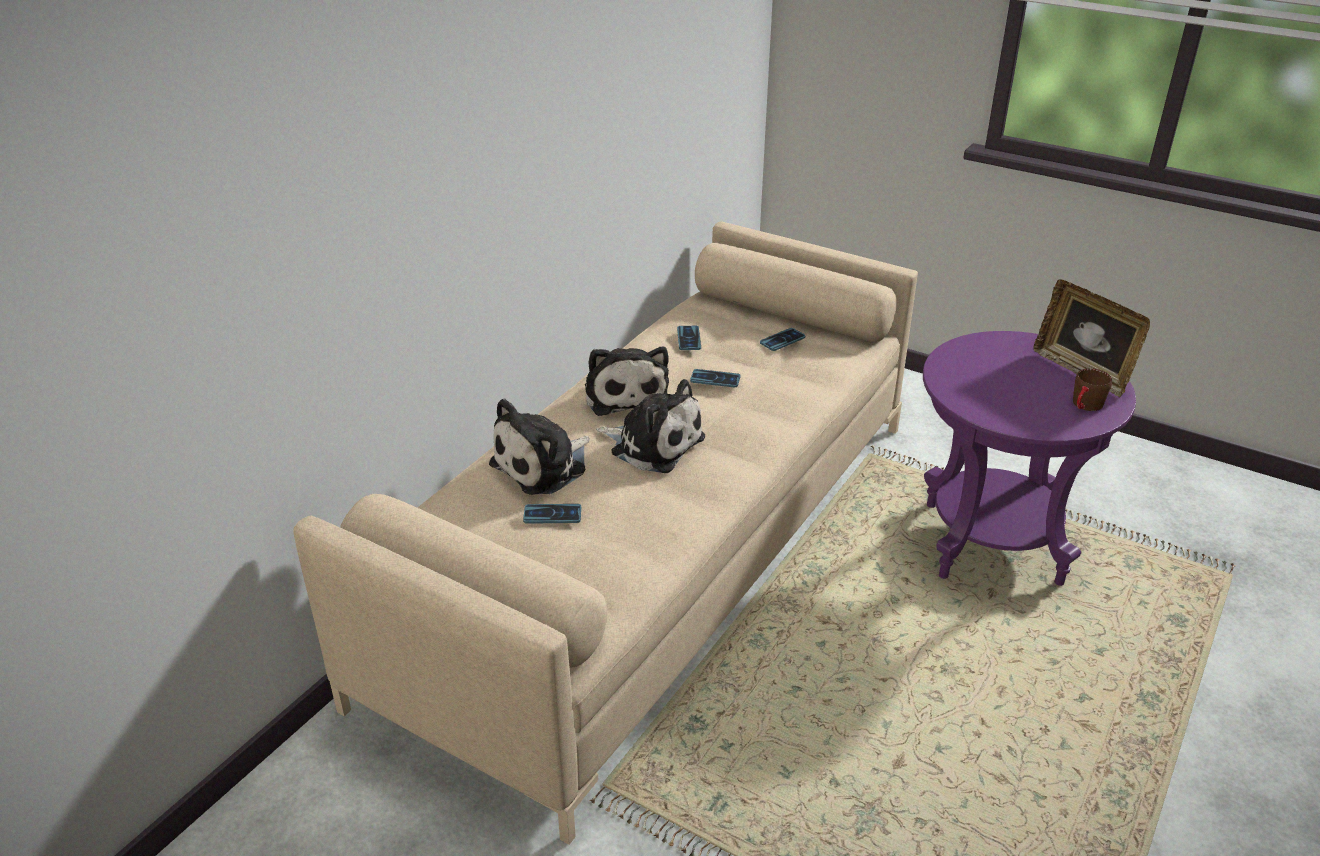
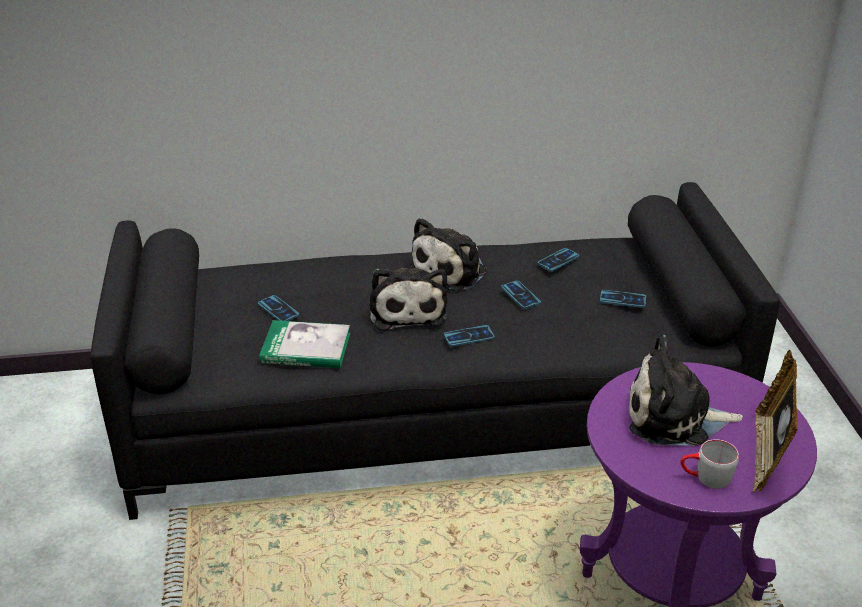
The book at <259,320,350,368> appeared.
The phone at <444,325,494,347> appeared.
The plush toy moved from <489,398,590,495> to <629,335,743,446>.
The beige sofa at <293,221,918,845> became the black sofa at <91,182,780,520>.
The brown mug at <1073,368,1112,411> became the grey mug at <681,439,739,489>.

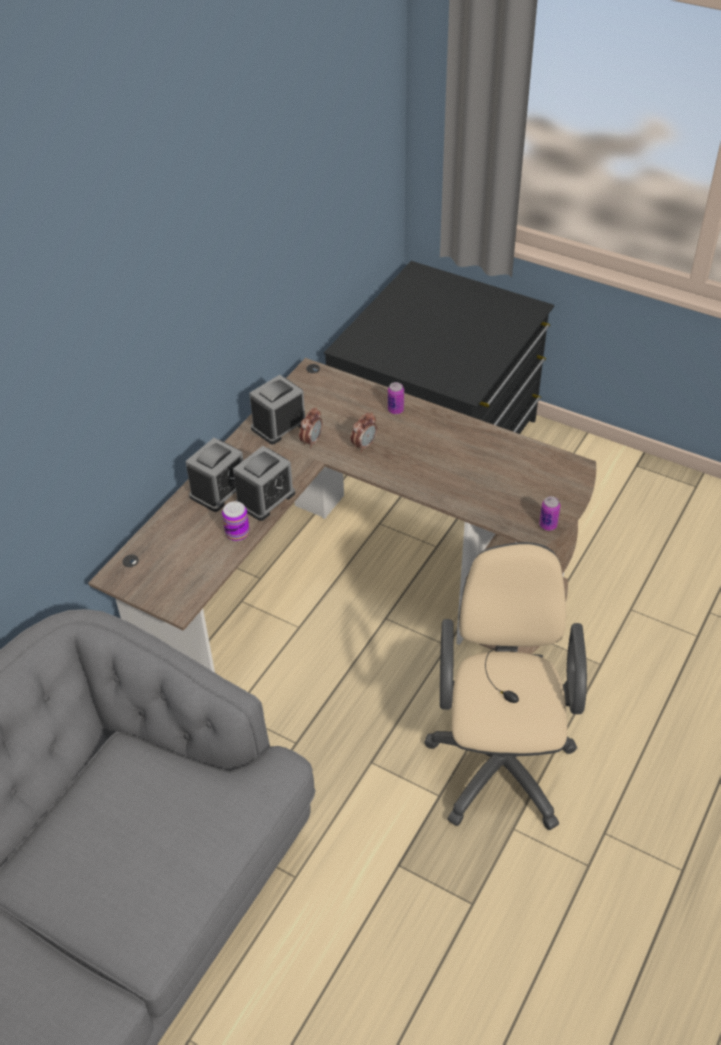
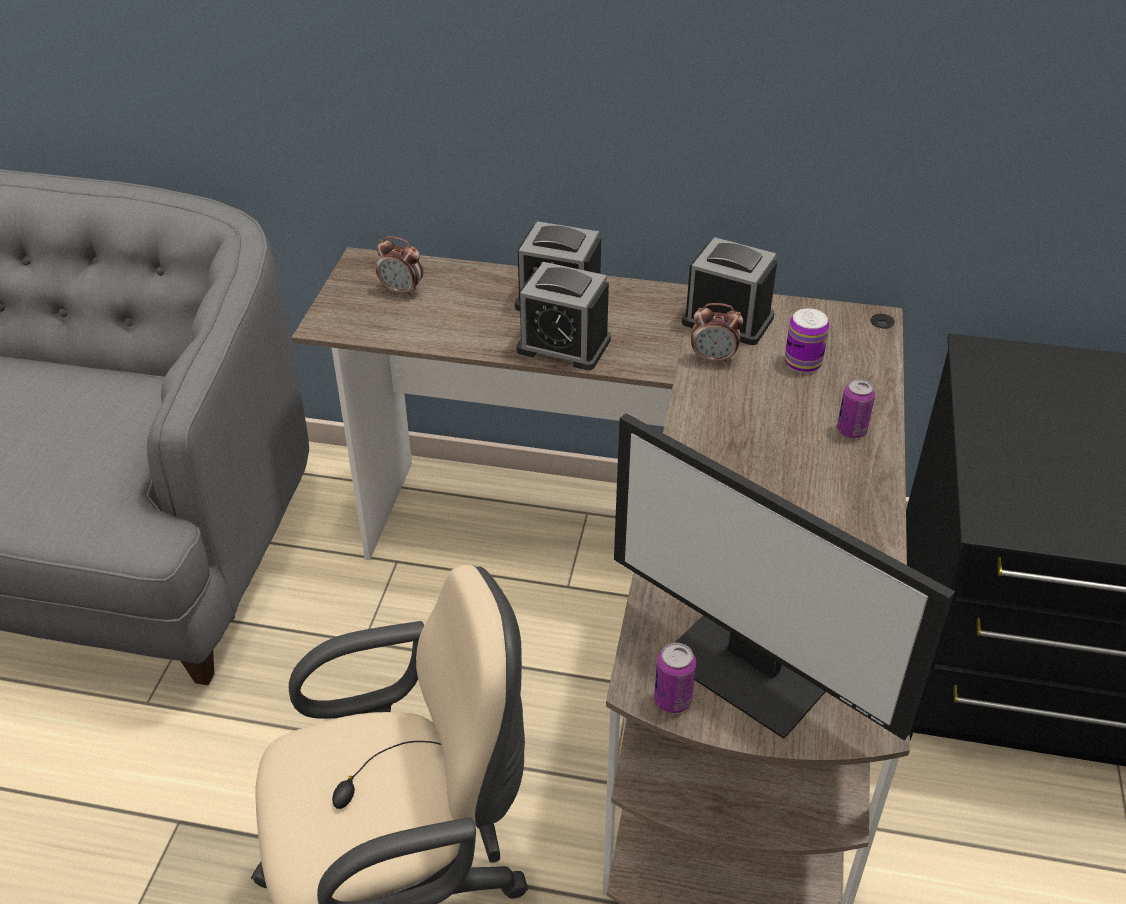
The monitor at <614,413,955,741> appeared.
The can moved from <222,501,249,541> to <785,308,829,373>.
The alarm clock moved from <351,413,377,452> to <376,236,423,297>.

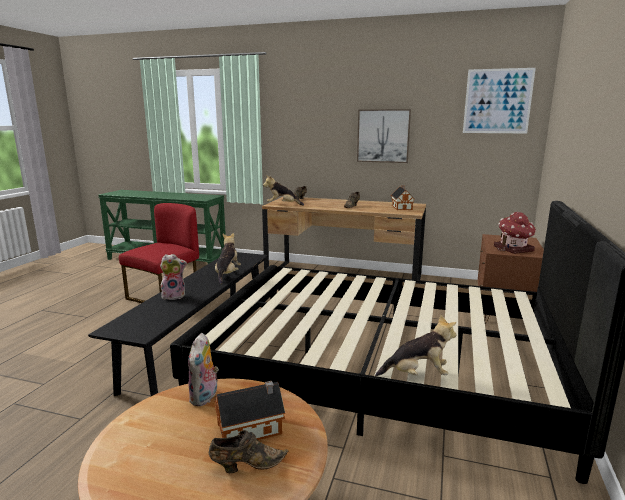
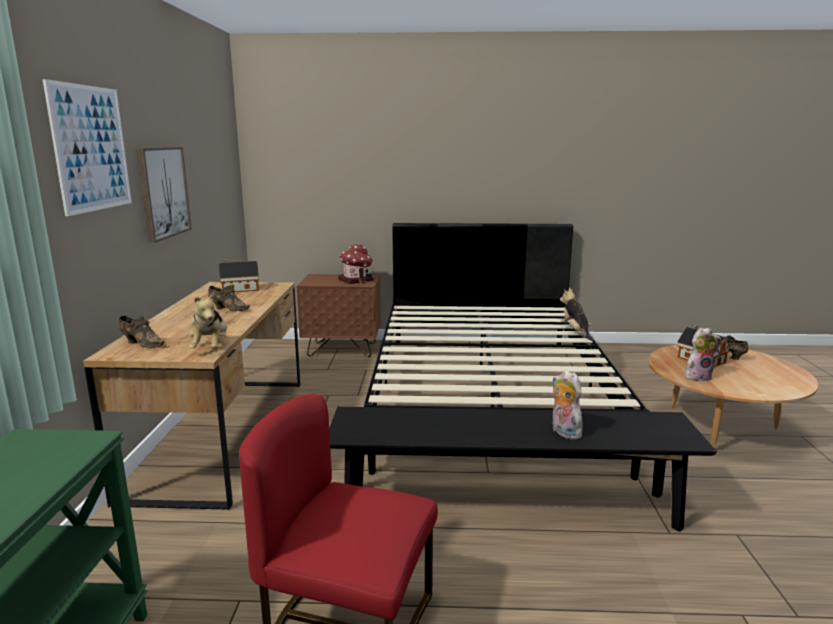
The plush toy at <215,233,241,284> disappeared.
The picture moved from <463,68,536,134> to <42,79,132,216>.

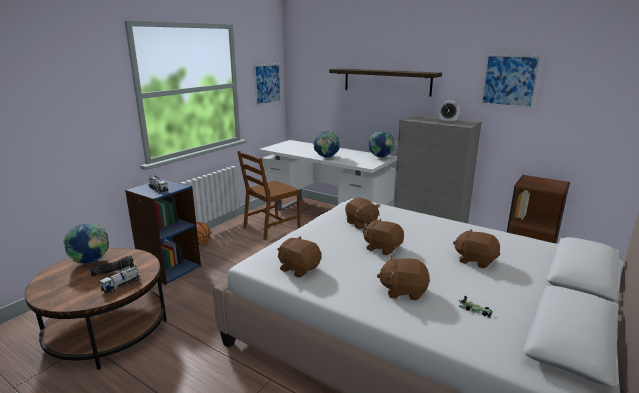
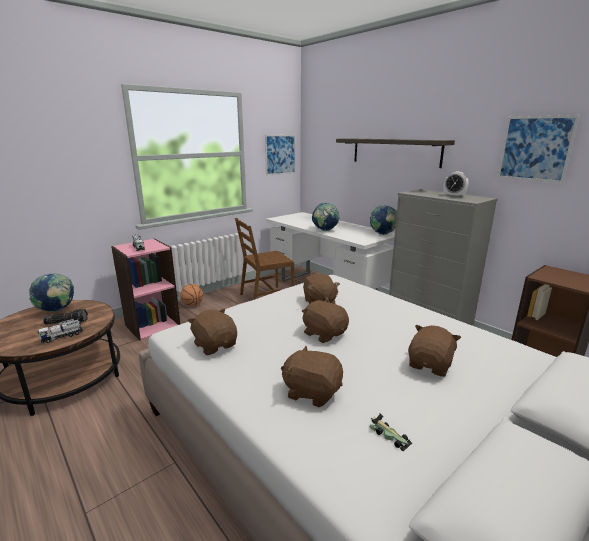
The blue bookcase at <125,178,201,285> became the pink bookcase at <111,238,180,341>.
The brown plush toy at <453,229,500,268> turned 75 degrees clockwise.

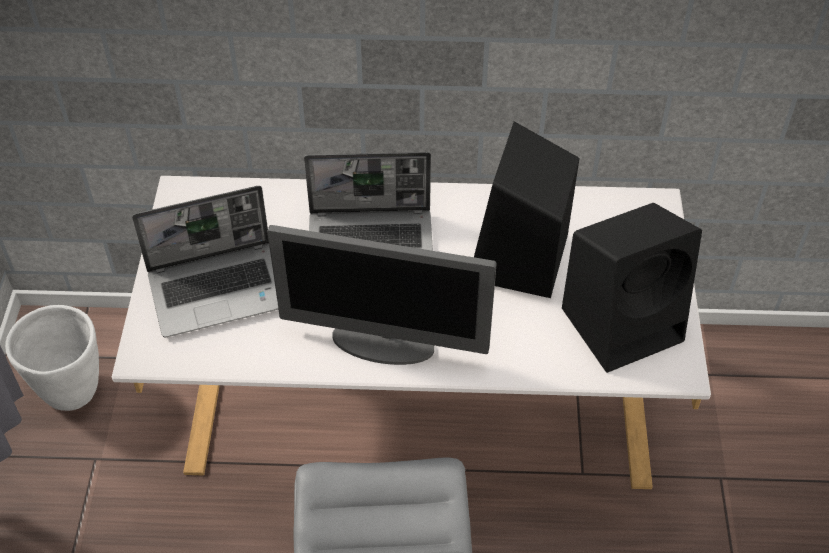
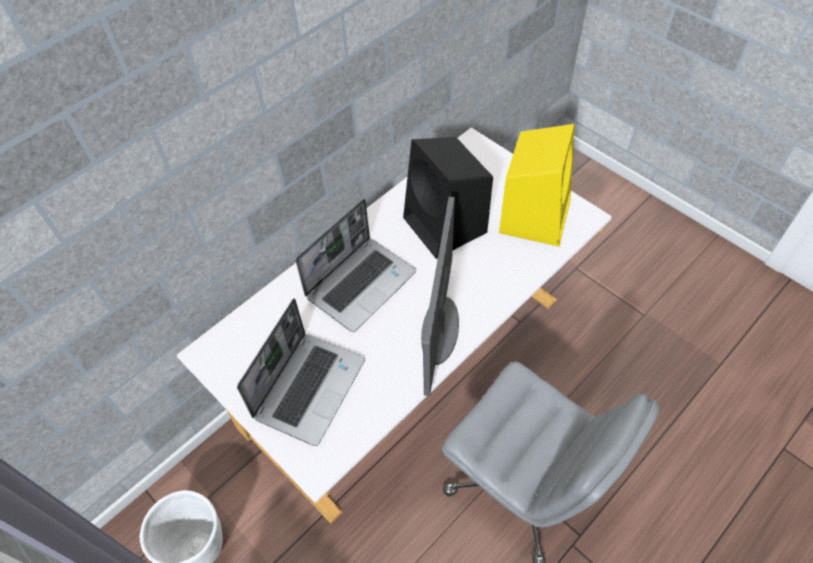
The black speaker at <562,203,702,373> became the yellow speaker at <499,124,575,246>.
The monitor at <267,225,497,365> turned 135 degrees clockwise.

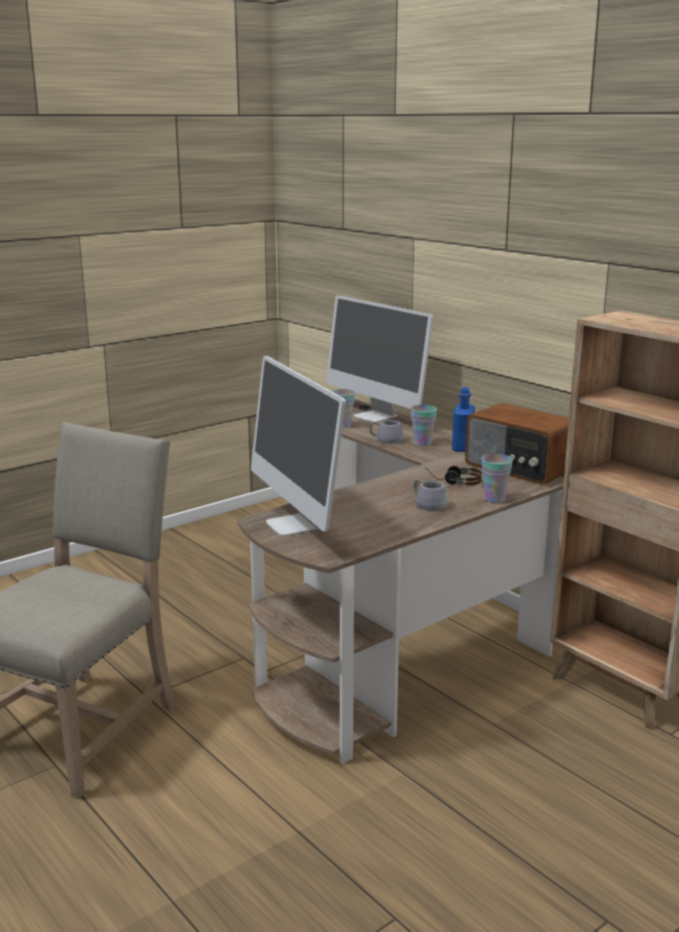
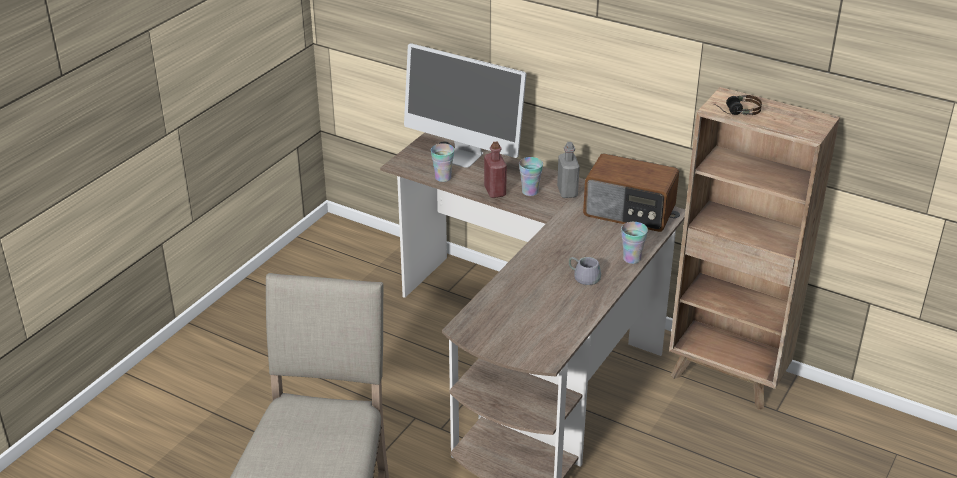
The monitor at <251,356,346,536> disappeared.
The headphones moved from <426,466,482,486> to <714,95,762,115>.
The grey mug at <370,420,403,444> was replaced by the red bottle at <484,141,507,198>.
The blue bottle at <452,387,475,452> became the grey bottle at <557,142,580,198>.

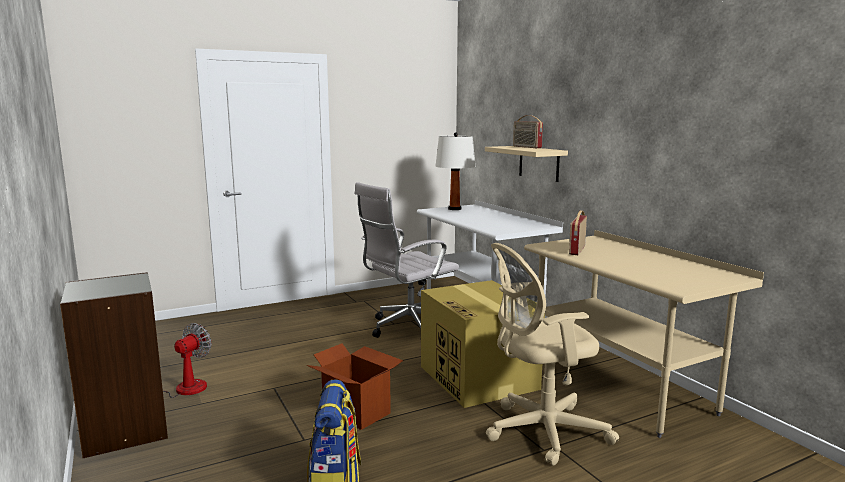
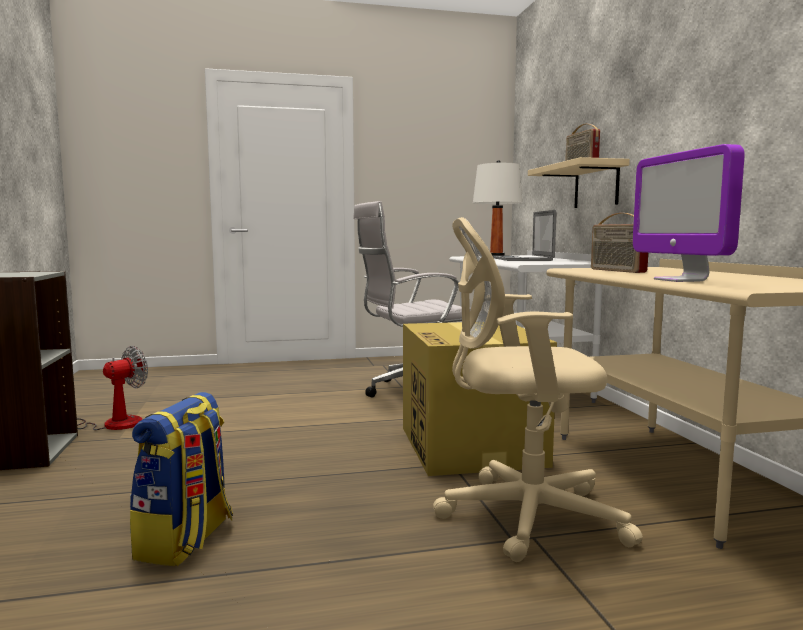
The cardboard box at <307,343,403,430> disappeared.
The laptop at <493,210,556,261> appeared.
The monitor at <633,144,745,282> appeared.
The radio at <569,211,587,255> turned 60 degrees counterclockwise.

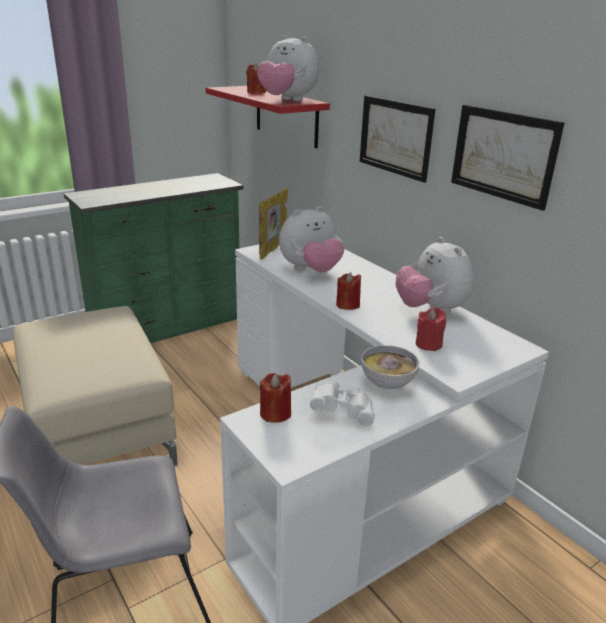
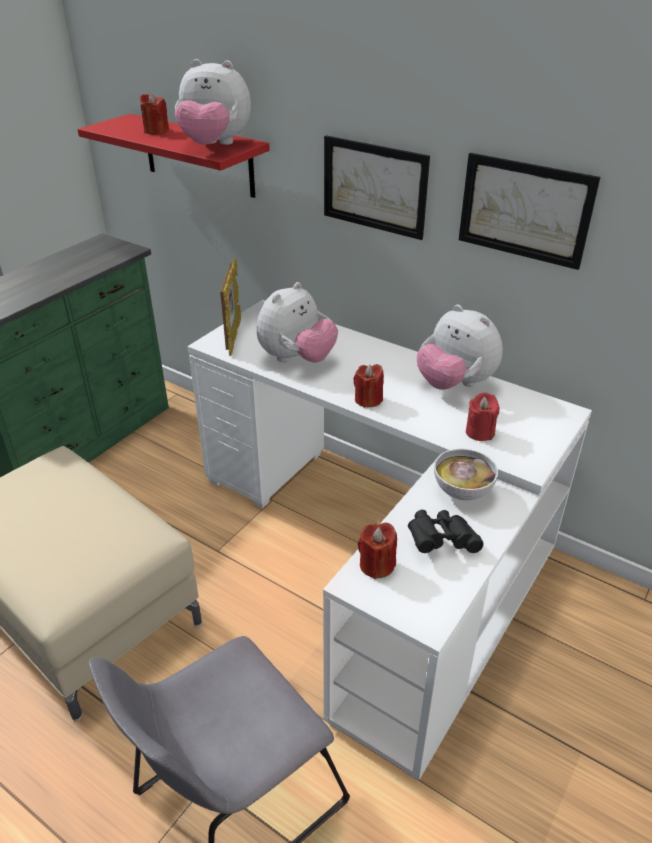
The white binoculars at <310,381,375,426> became the black binoculars at <408,510,484,553>.

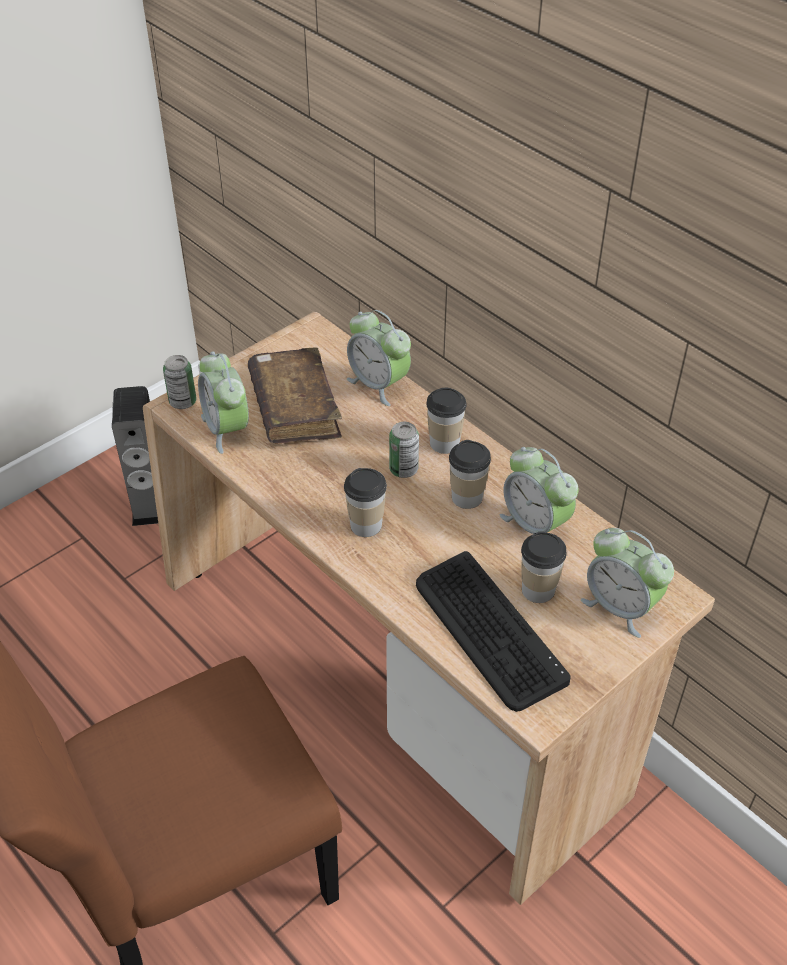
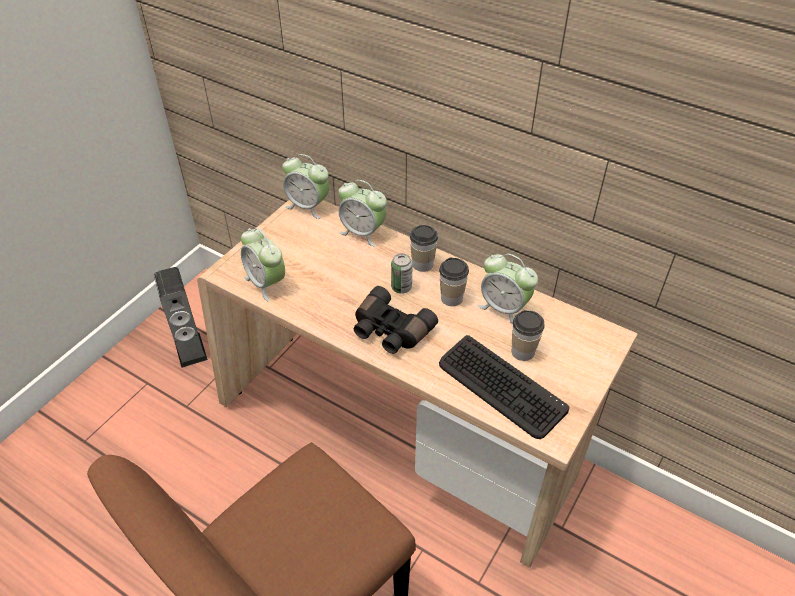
The can at <163,355,196,409> disappeared.
The brown book at <248,347,342,444> disappeared.
The alarm clock moved from <581,528,674,638> to <282,154,329,219>.
The cup at <344,468,387,537> was replaced by the black binoculars at <354,286,438,354>.

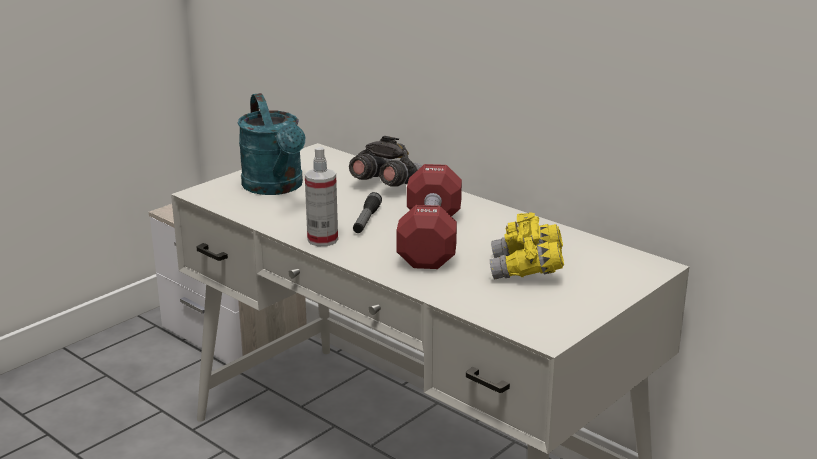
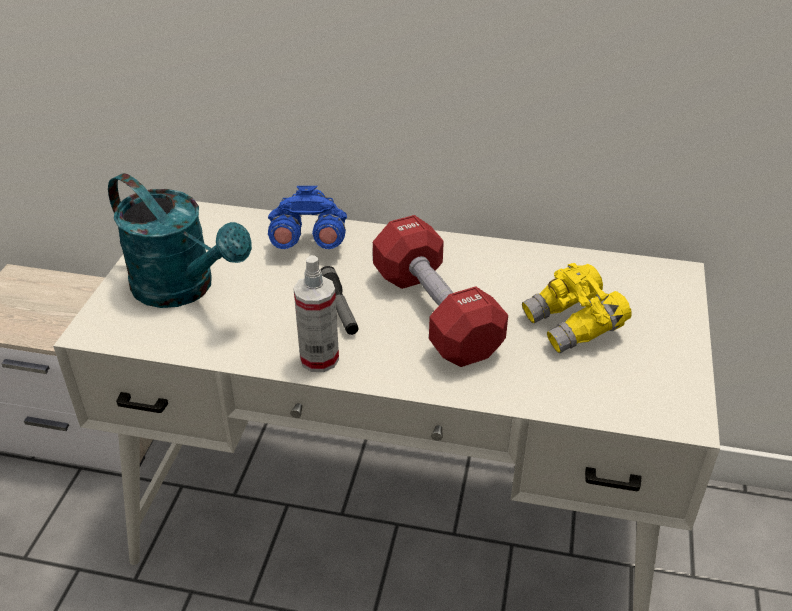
The grey binoculars at <349,136,422,187> became the blue binoculars at <268,186,347,249>.

